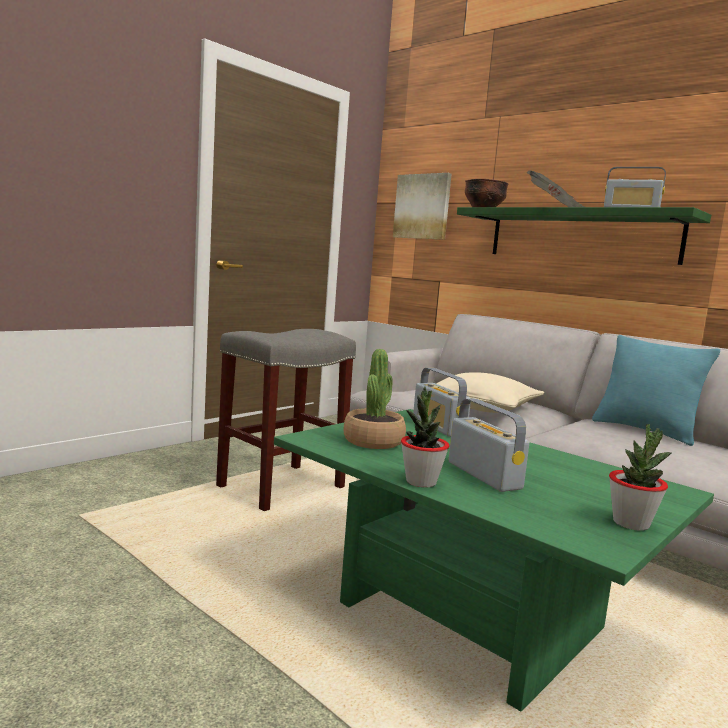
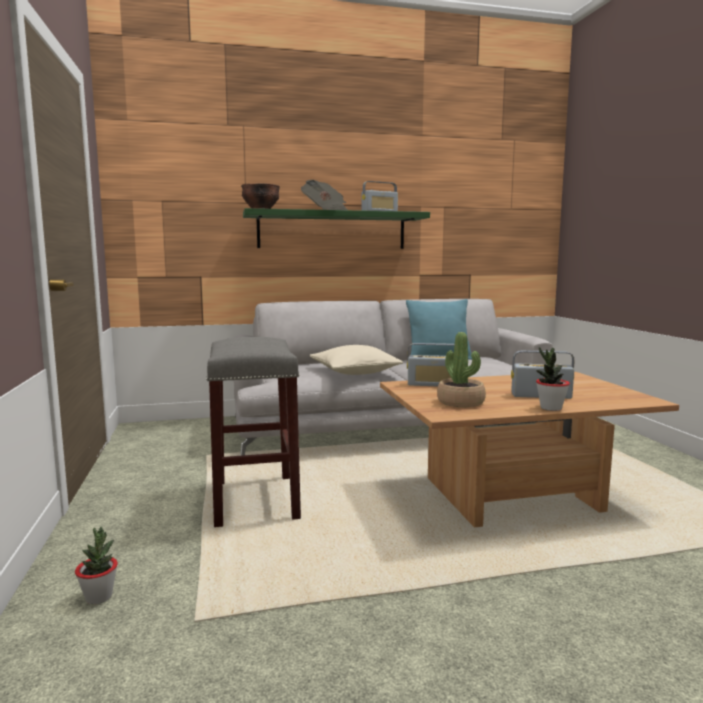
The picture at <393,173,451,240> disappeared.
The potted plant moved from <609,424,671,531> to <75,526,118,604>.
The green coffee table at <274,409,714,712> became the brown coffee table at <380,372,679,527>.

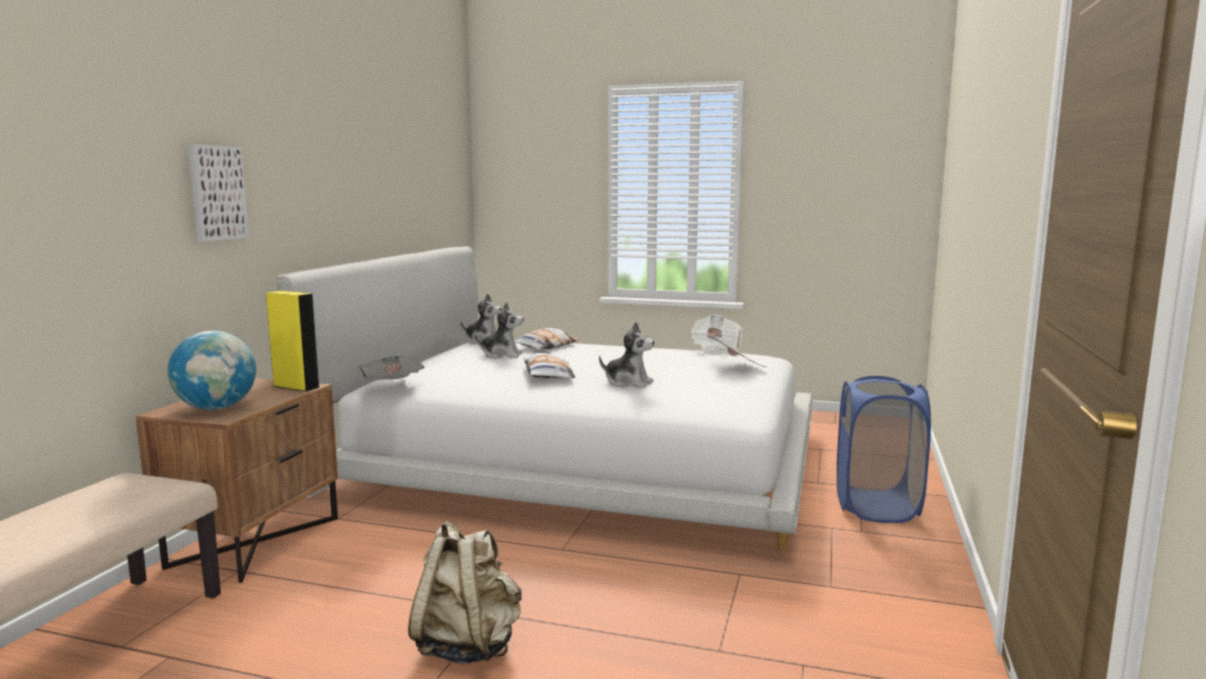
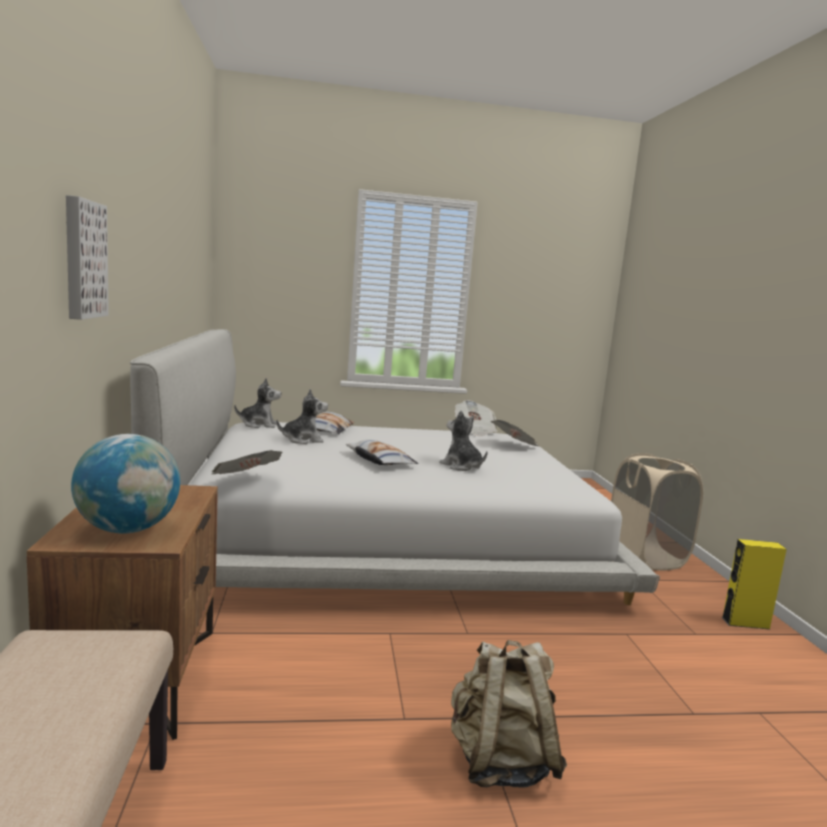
The yellow speaker moved from <266,291,320,392> to <722,539,787,630>.
The blue laundry basket at <837,376,931,523> became the beige laundry basket at <611,453,703,570>.
The plush toy at <599,322,654,388> turned 135 degrees counterclockwise.

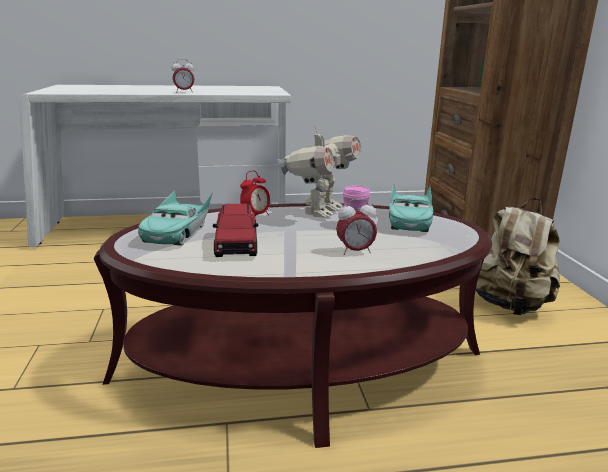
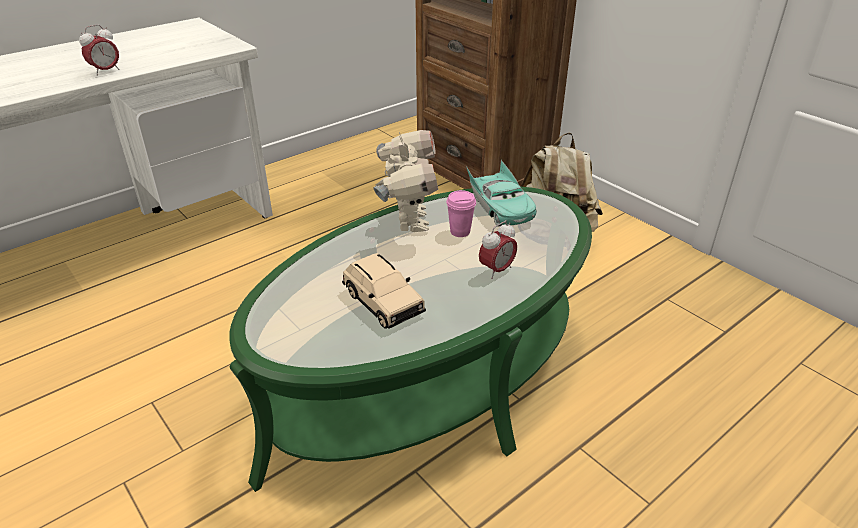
The turquoise toy car at <138,190,213,246> disappeared.
The alarm clock at <240,170,270,216> disappeared.
The brown coffee table at <94,203,492,448> became the green coffee table at <229,186,592,492>.
The red toy car at <213,204,258,257> became the beige toy car at <342,253,426,329>.

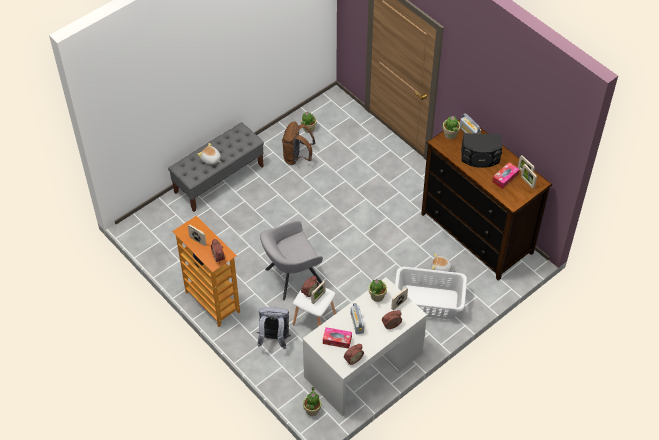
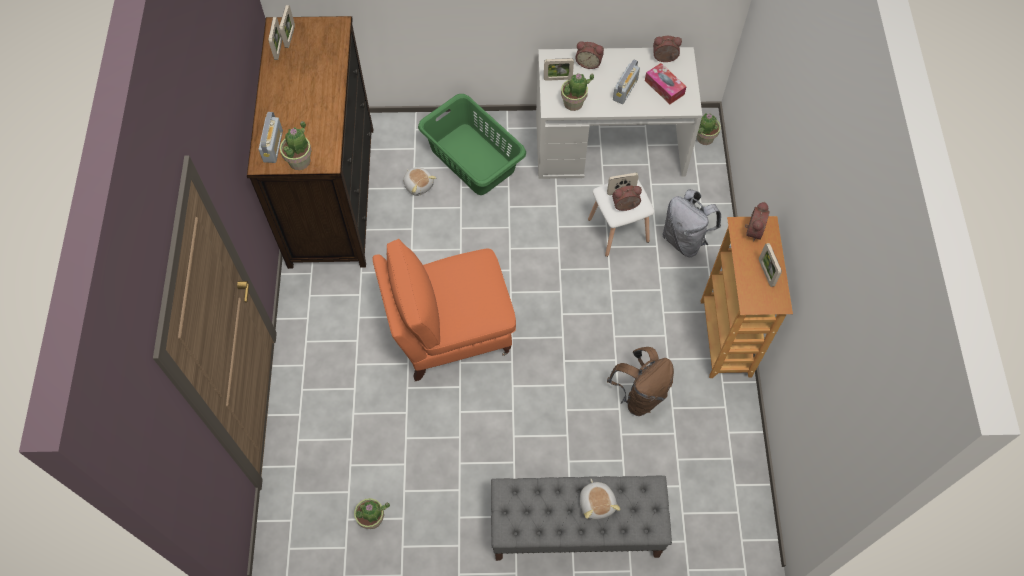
The grey armchair at <260,220,323,301> disappeared.
The black speaker at <461,133,502,168> disappeared.
The tissue box at <492,162,520,189> disappeared.
The orange armchair at <372,239,516,381> appeared.
The brown backpack moved from <282,121,315,165> to <607,347,674,416>.
The white laundry basket at <395,267,467,319> became the green laundry basket at <418,94,526,195>.

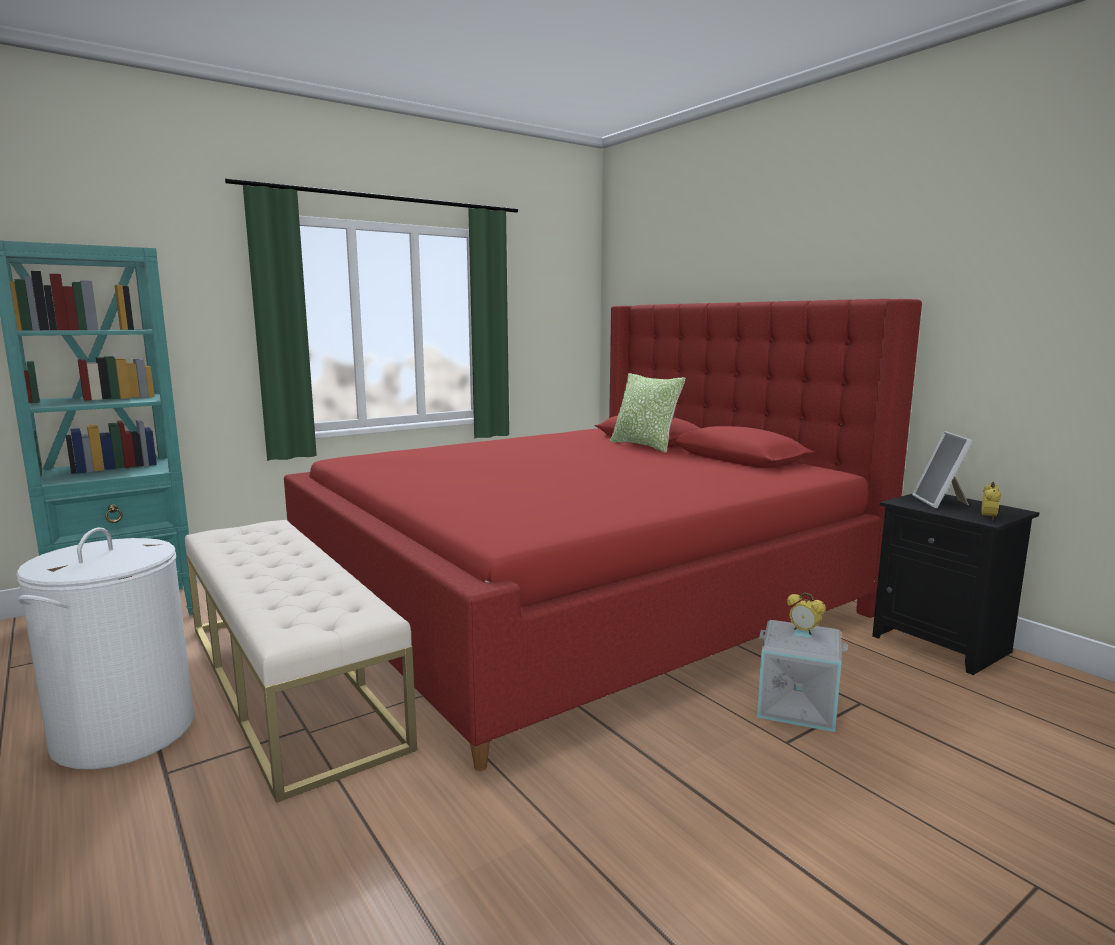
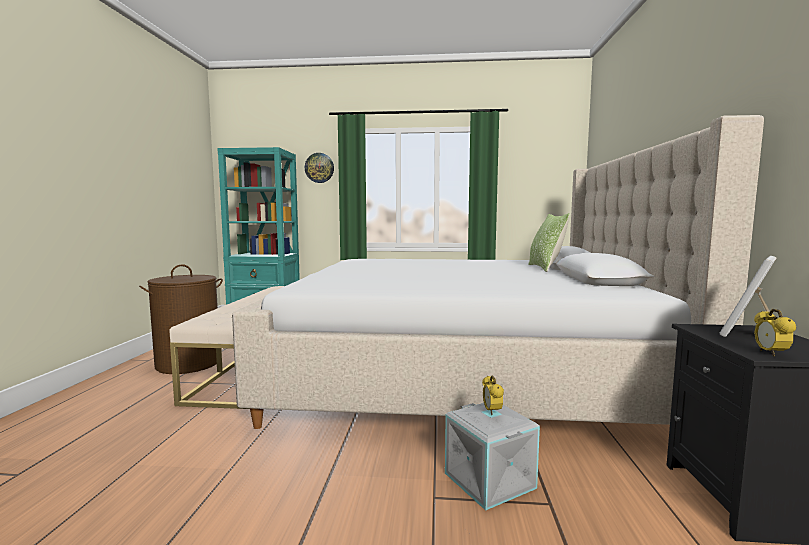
The wall clock at <305,153,334,183> appeared.
The white laundry basket at <16,527,194,769> became the brown laundry basket at <139,264,223,374>.
The red bed at <284,299,922,771> became the beige bed at <232,115,764,429>.
The alarm clock at <982,482,1002,520> turned 120 degrees clockwise.

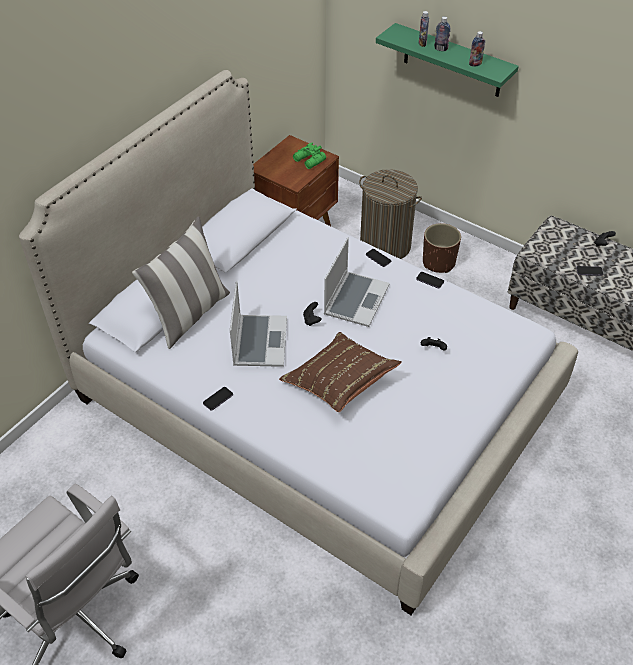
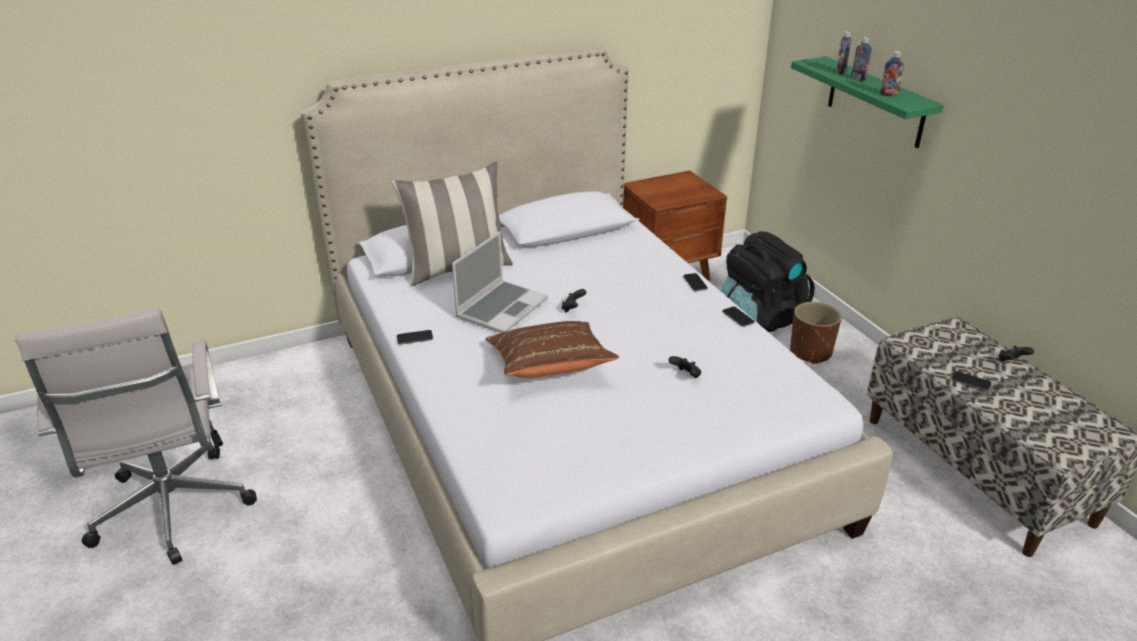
The green binoculars at <293,143,326,169> disappeared.
The laptop at <324,238,390,327> disappeared.
The laundry basket at <359,169,422,259> was replaced by the black backpack at <721,231,815,332>.

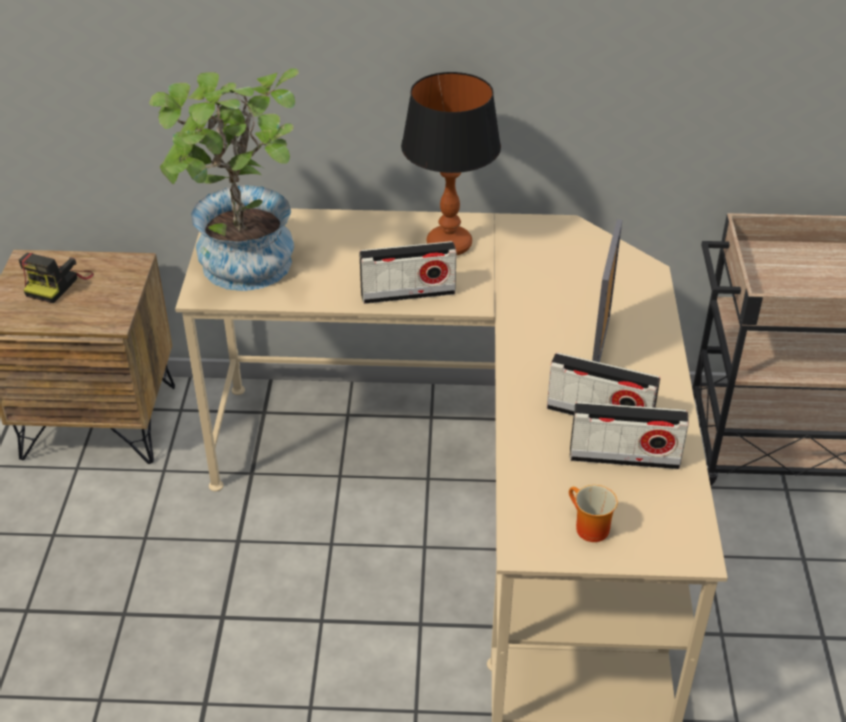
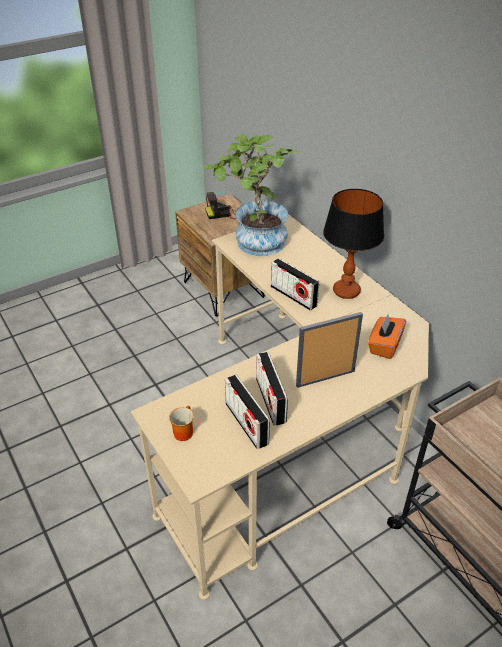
The orange tissue box at <368,315,406,359> appeared.

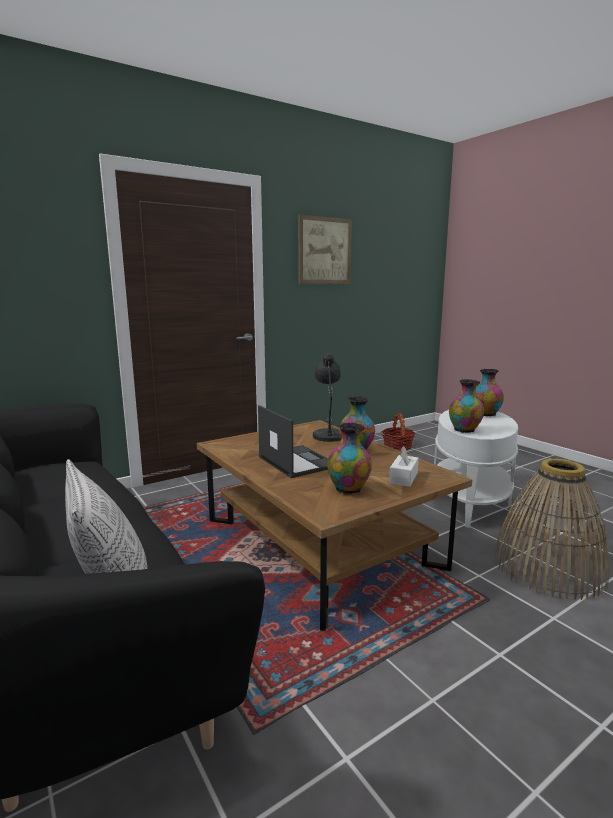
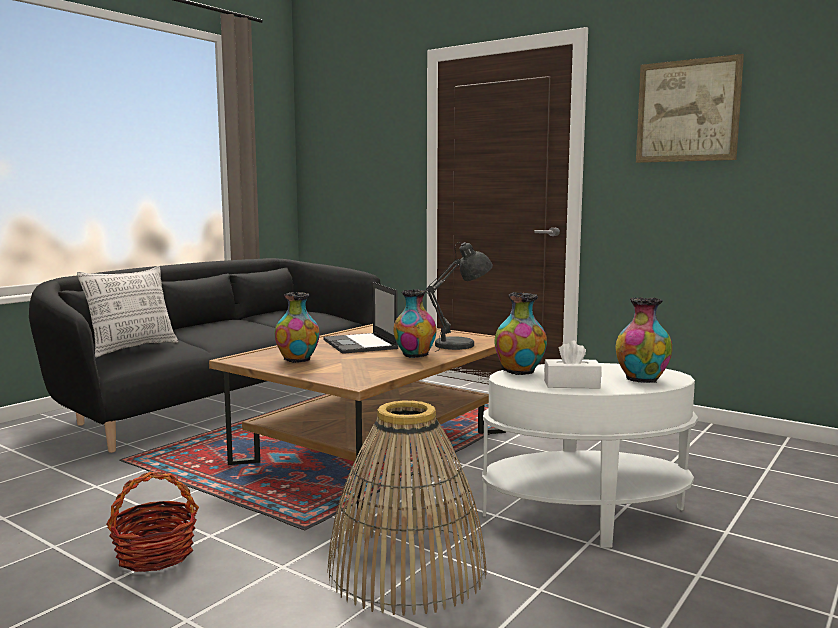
The basket moved from <382,414,415,451> to <106,472,199,572>.
The white tissue box moved from <389,446,419,487> to <544,340,602,389>.
The laptop at <258,405,328,478> turned 120 degrees clockwise.

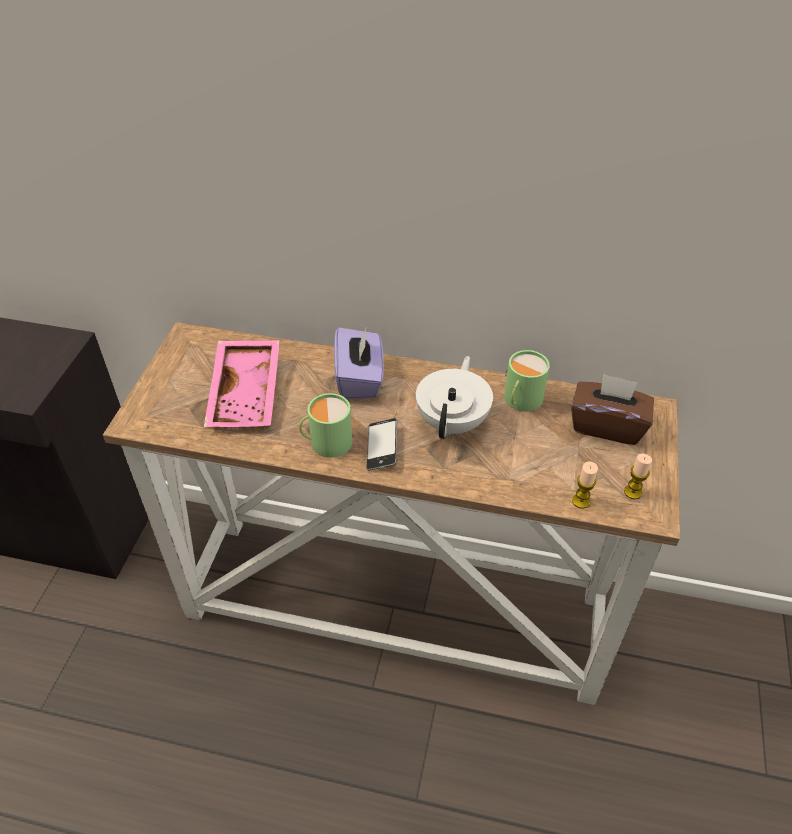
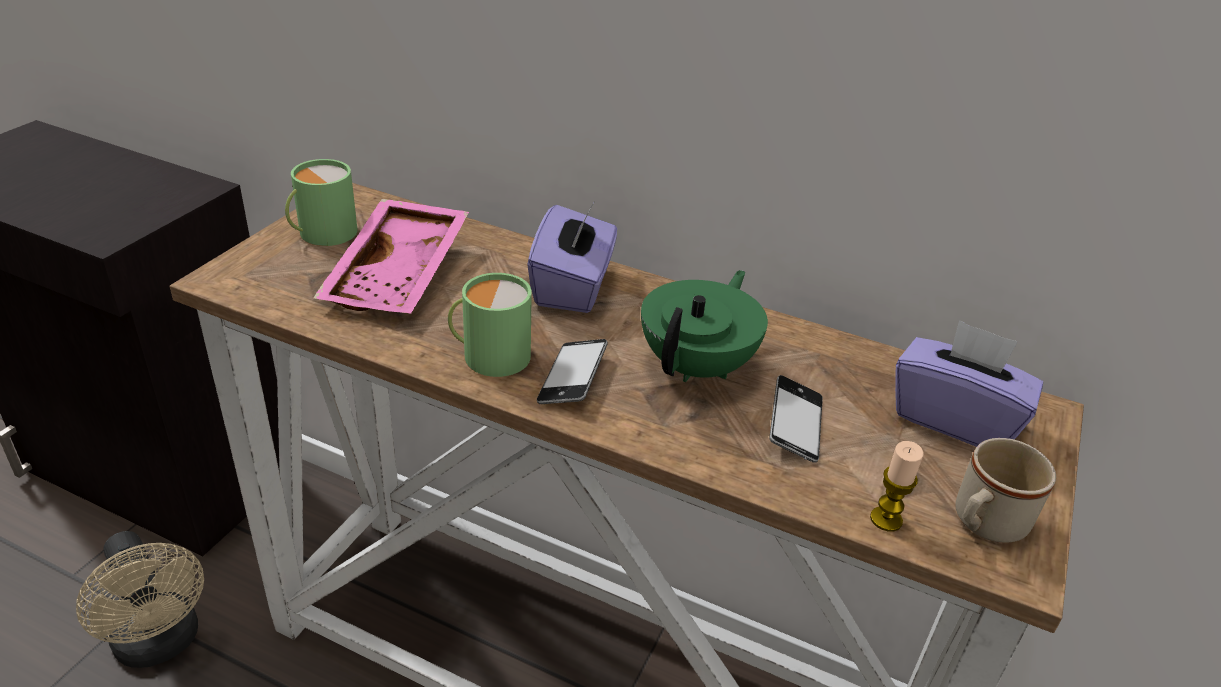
The beige fan at <76,531,204,668> appeared.
The phone at <769,375,823,463> appeared.
The green mug moved from <504,350,550,412> to <285,159,358,246>.
The candle at <624,453,652,499> was replaced by the beige mug at <955,438,1056,543>.
The white teapot at <416,356,493,439> became the green teapot at <641,270,768,382>.
The brown tissue box at <571,373,654,445> became the purple tissue box at <895,320,1043,447>.

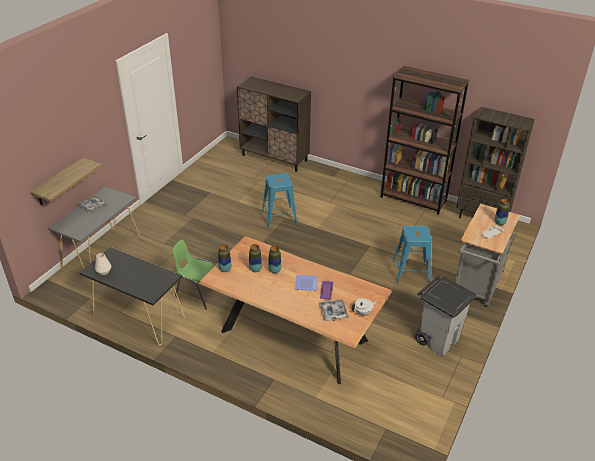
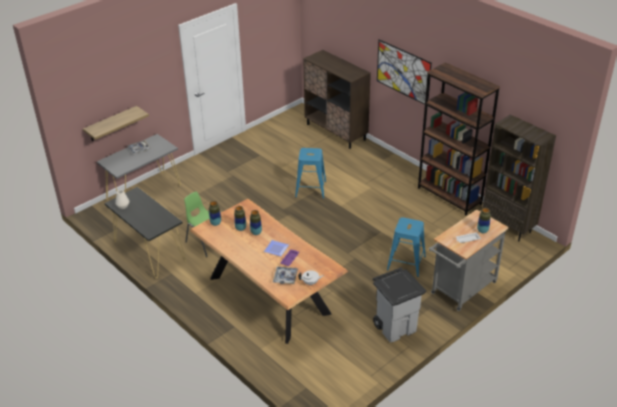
The picture at <377,39,432,105> appeared.

